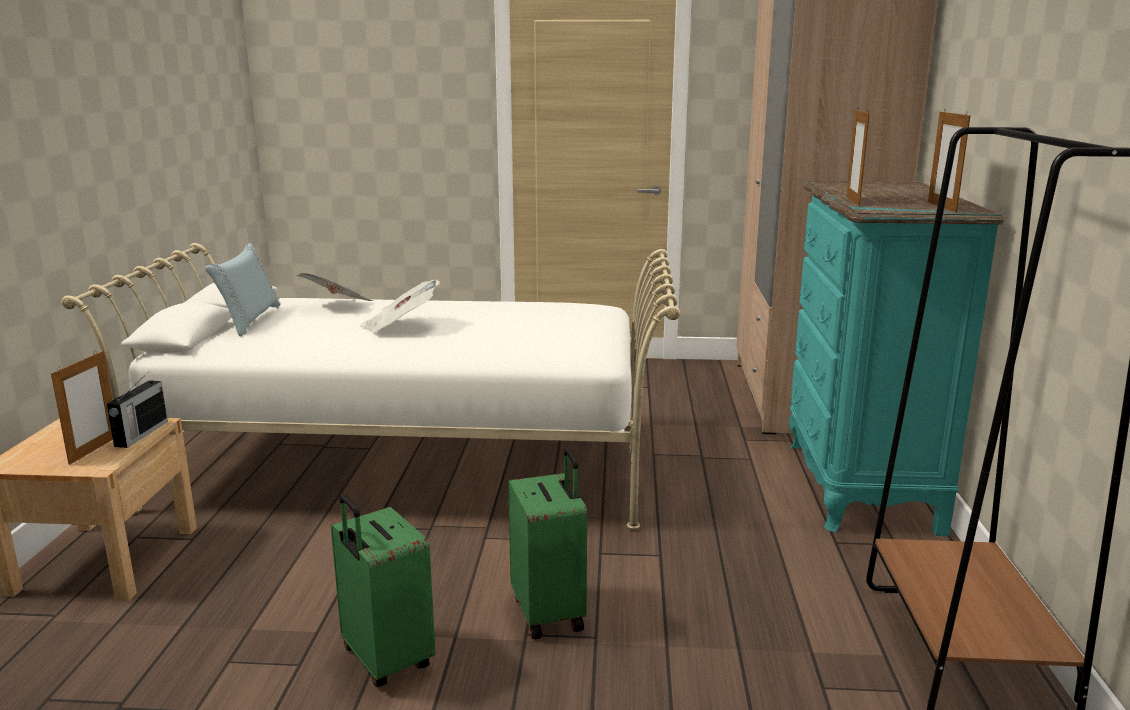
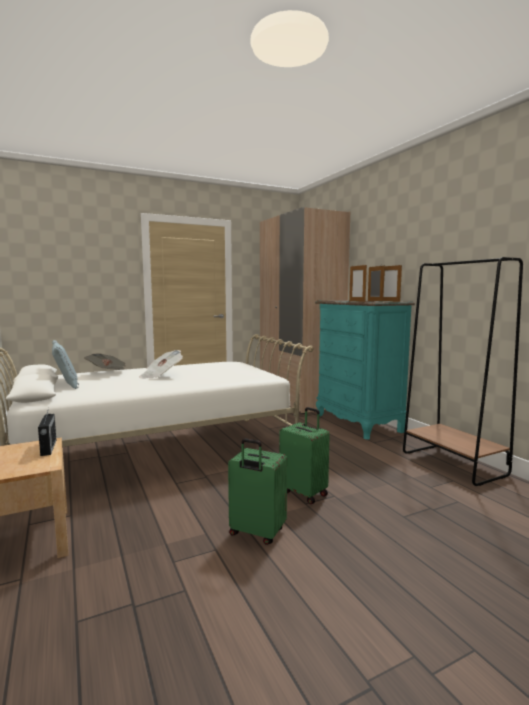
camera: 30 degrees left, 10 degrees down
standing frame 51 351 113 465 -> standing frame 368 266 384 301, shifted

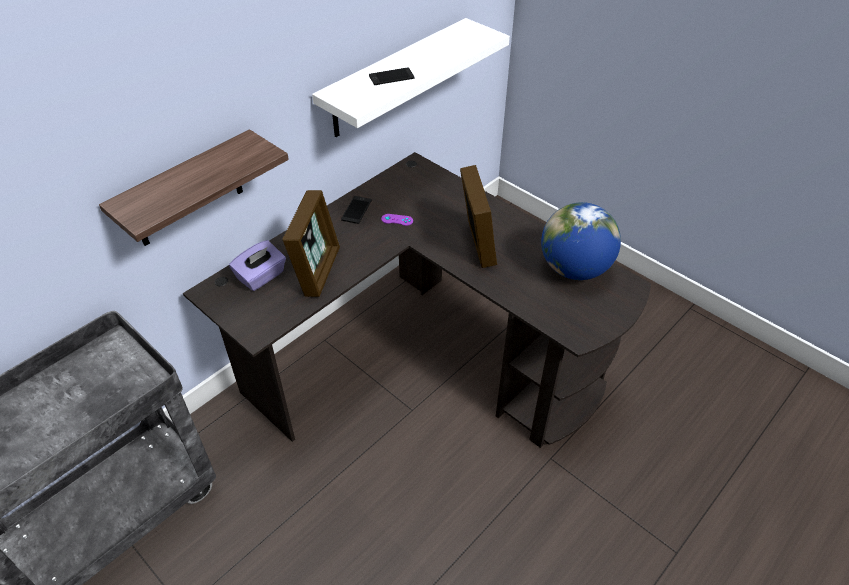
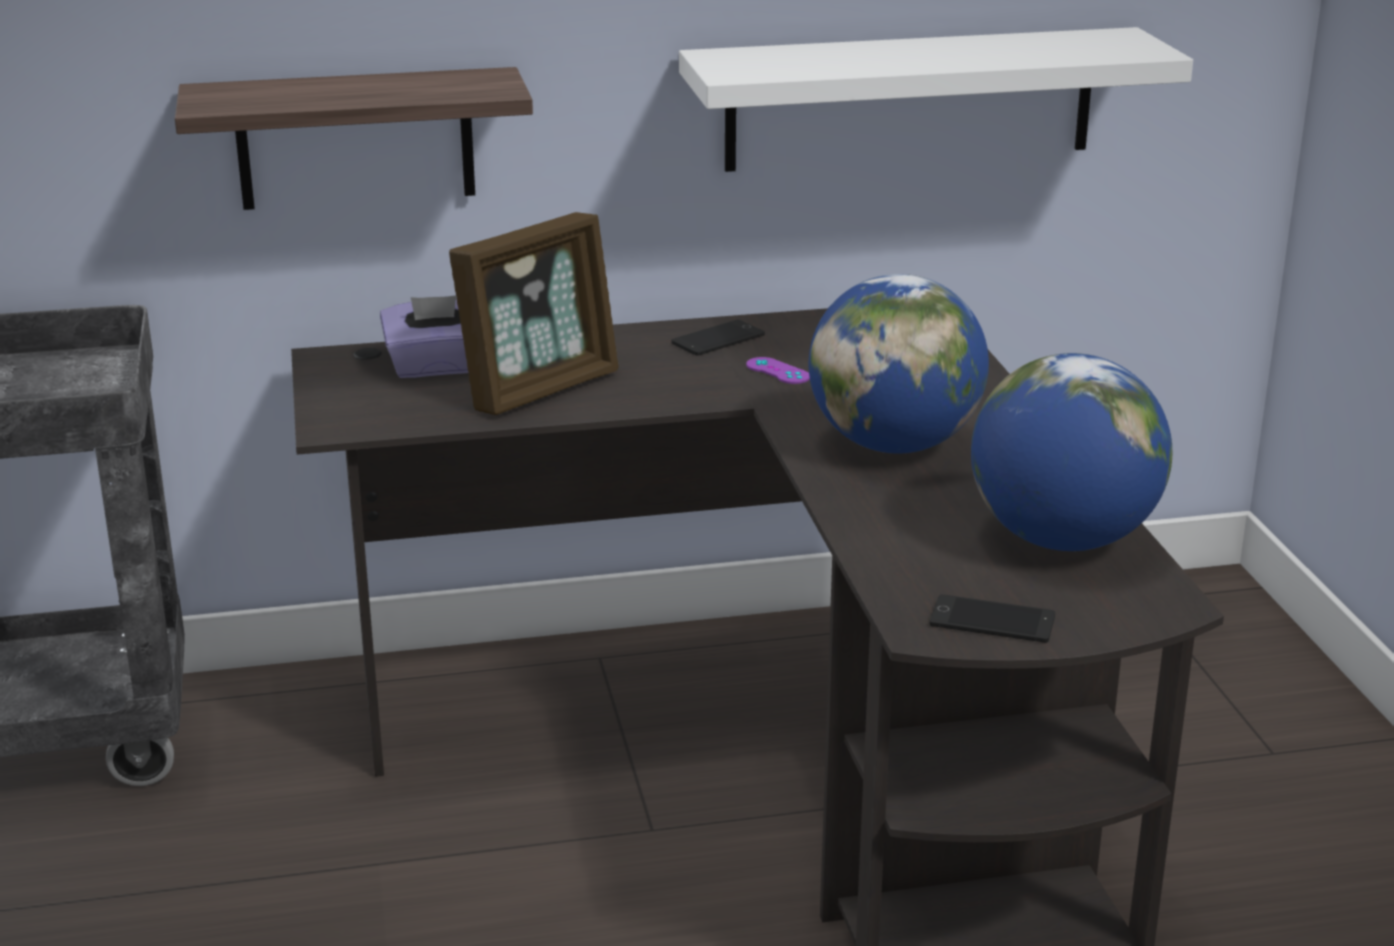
camera: 35 degrees right, 20 degrees down
handset 369 67 414 85 -> handset 930 594 1055 643, shifted
standing frame 460 165 497 268 -> desk globe 809 274 989 454

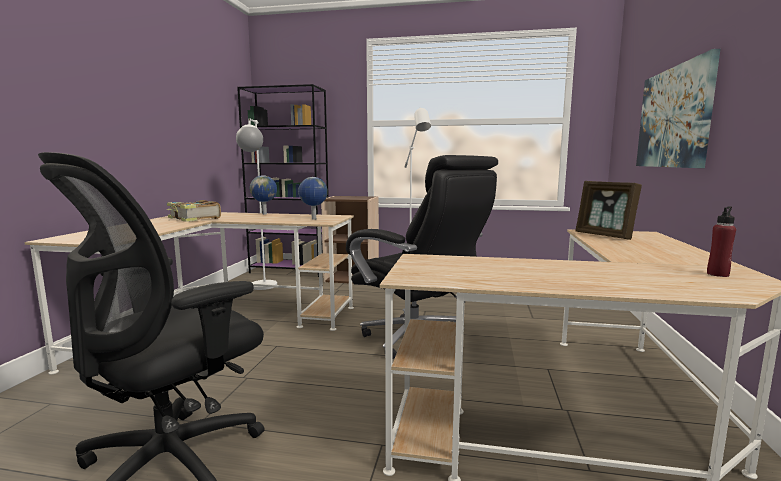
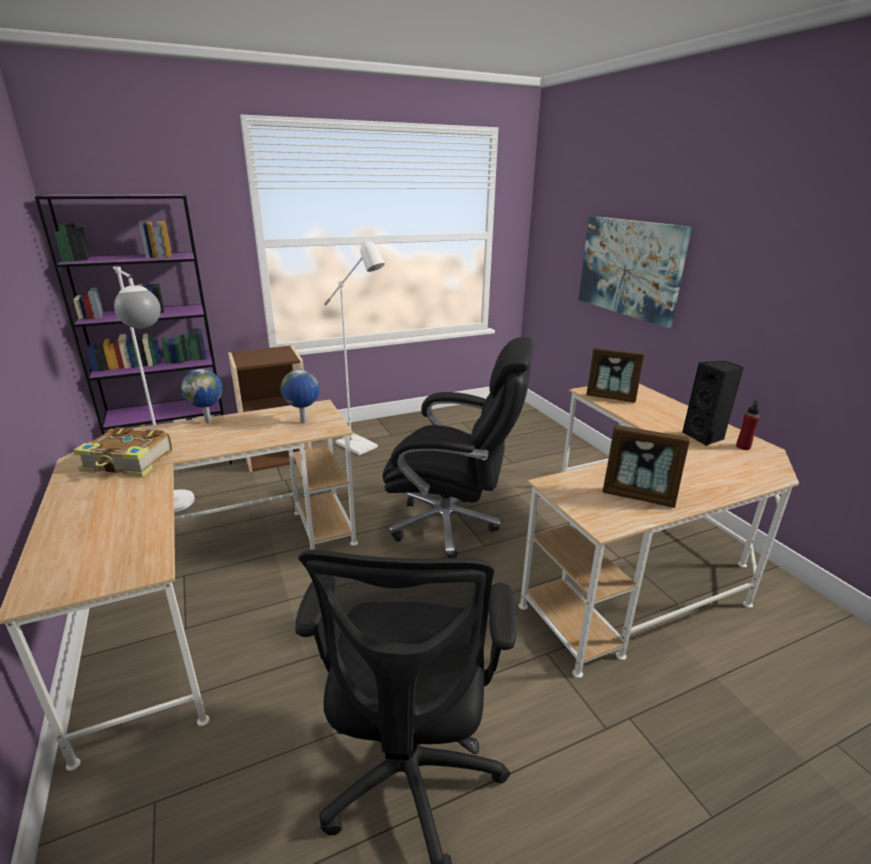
camera: 35 degrees left, 15 degrees up
none -> black speaker 682 361 744 446
none -> standing frame 602 425 690 508

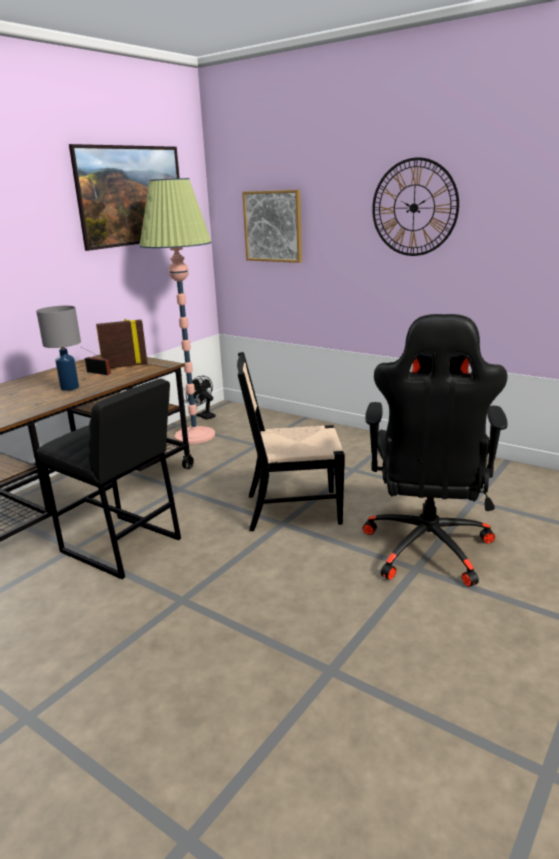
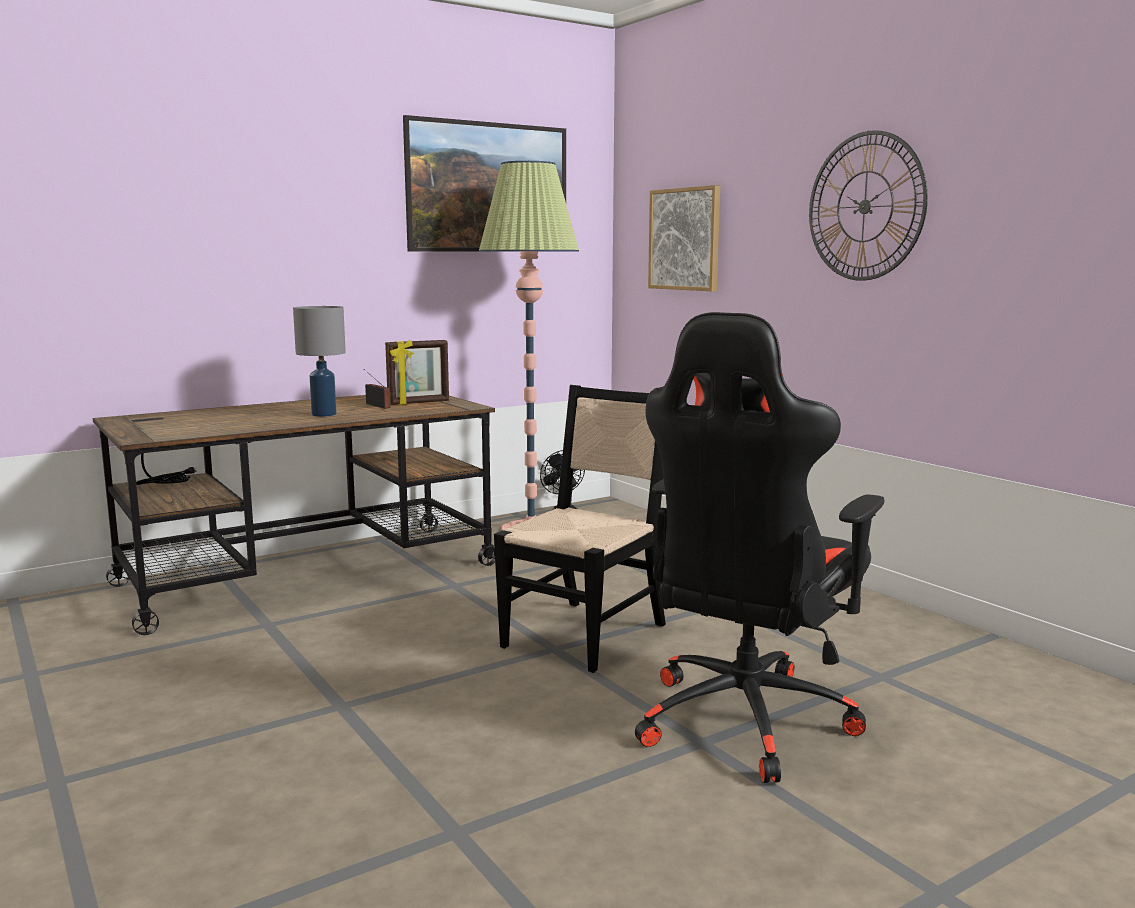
camera: 20 degrees right, 10 degrees down
standing frame 96 319 148 368 -> standing frame 385 340 449 405, 150 degrees clockwise
plain chair 237 352 345 531 -> plain chair 494 385 666 673, 105 degrees clockwise
black stool seat 37 379 181 579 -> none

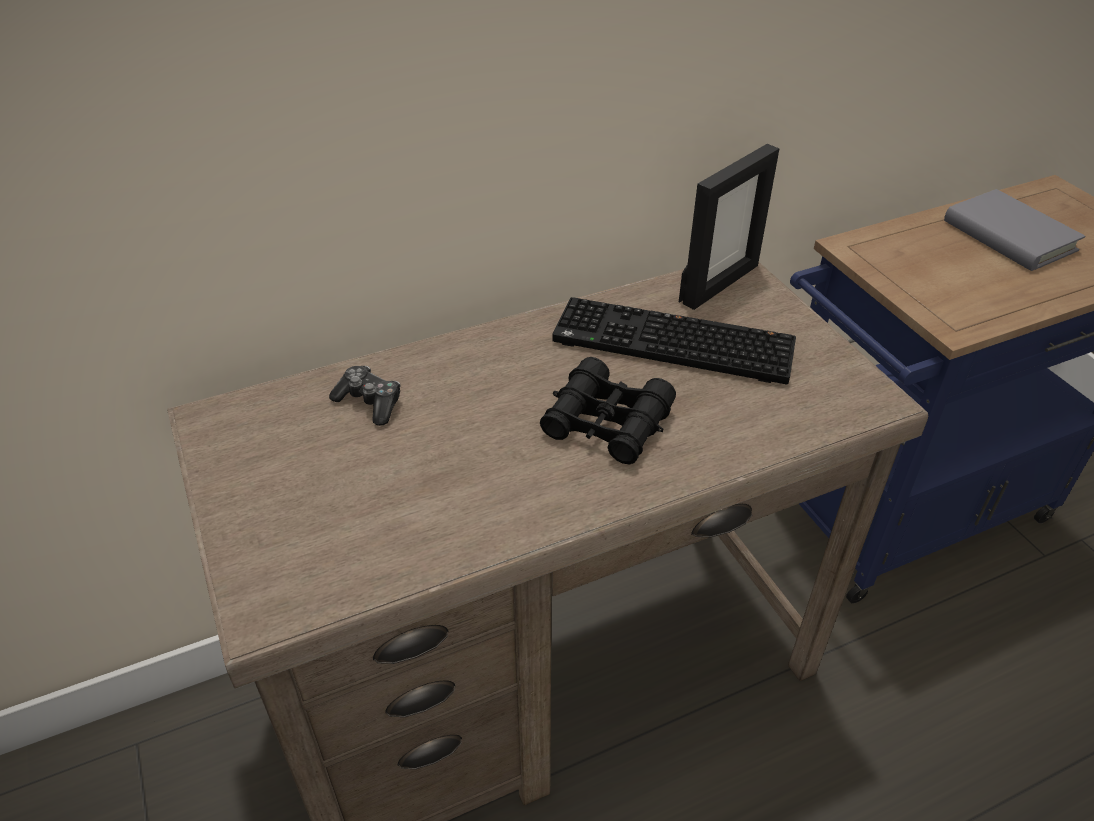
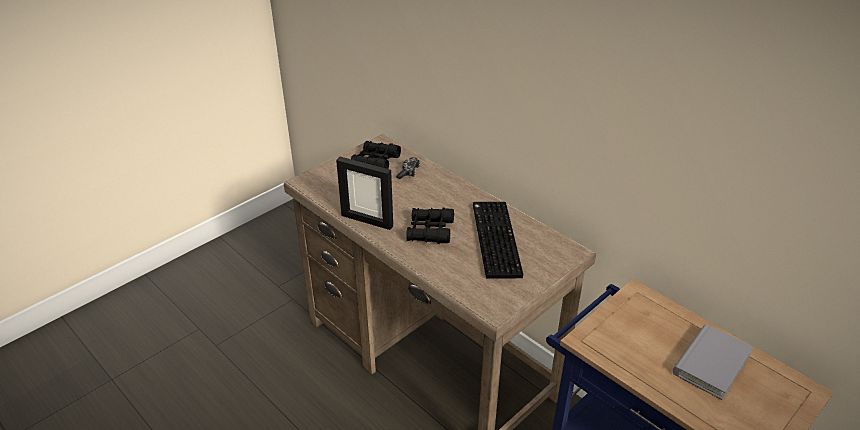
camera: 70 degrees right, 5 degrees down
standing frame 679 144 779 310 -> standing frame 336 157 393 230, shifted
none -> black binoculars 351 141 401 169

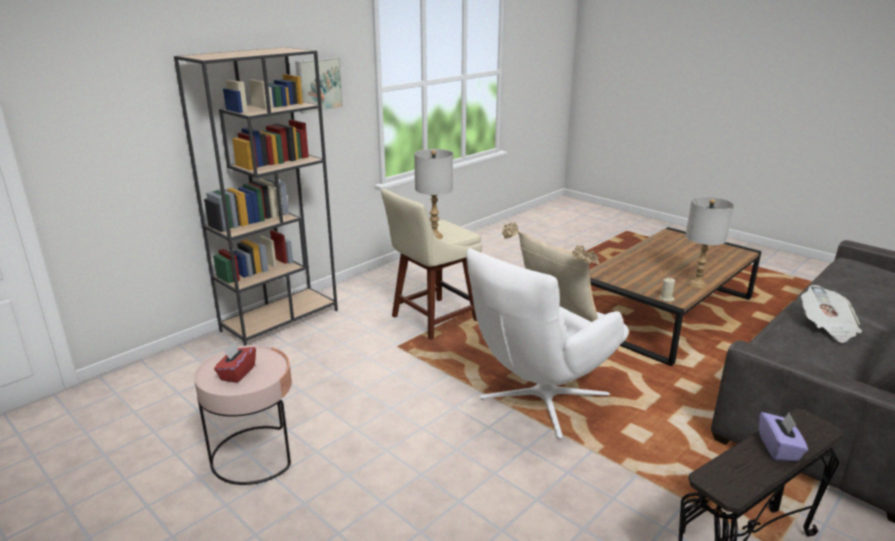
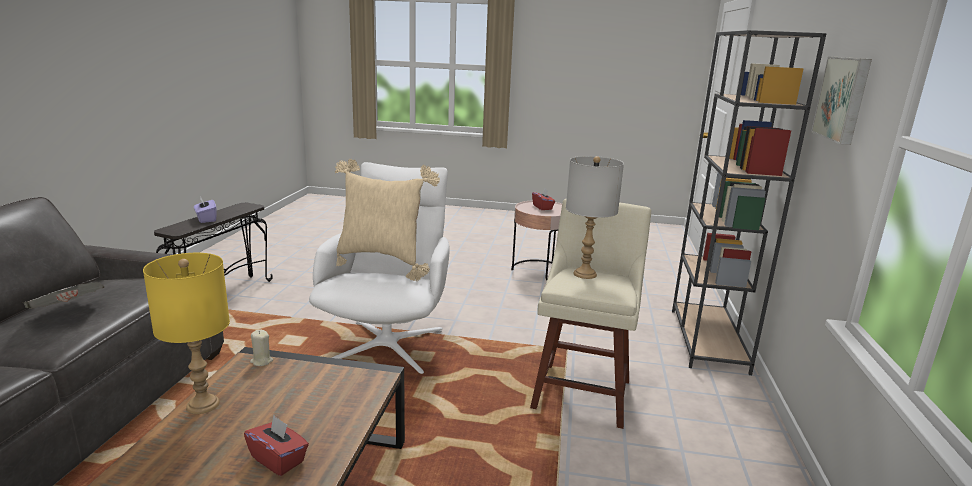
camera: 145 degrees right, 5 degrees down
greyish table lamp 686 197 734 289 -> yellow-coloured table lamp 143 253 230 414
none -> reddish box of tissues 244 415 309 476

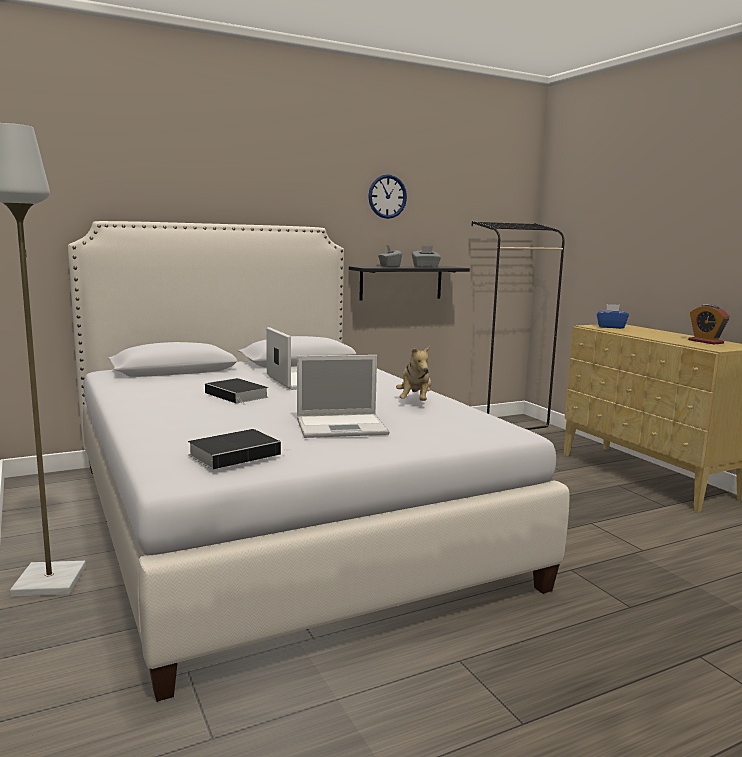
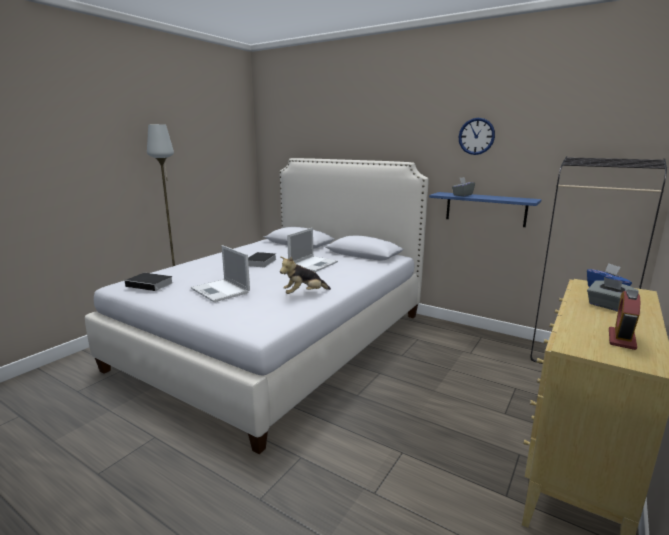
camera: 60 degrees right, 5 degrees up
greyish box of tissues 412 246 441 267 -> greyish box of tissues 587 277 639 312, shifted
black bracket shelf 349 266 470 301 -> blue bracket shelf 429 192 541 227

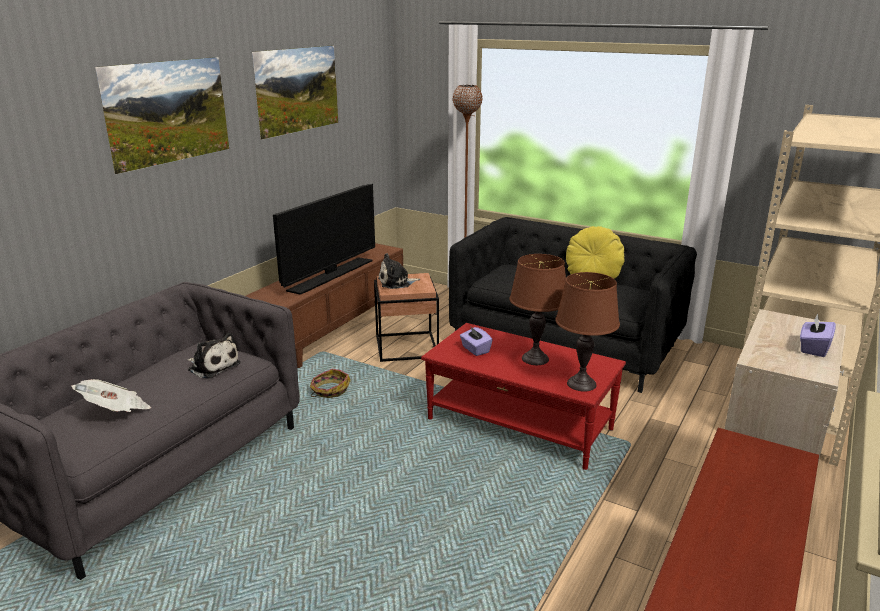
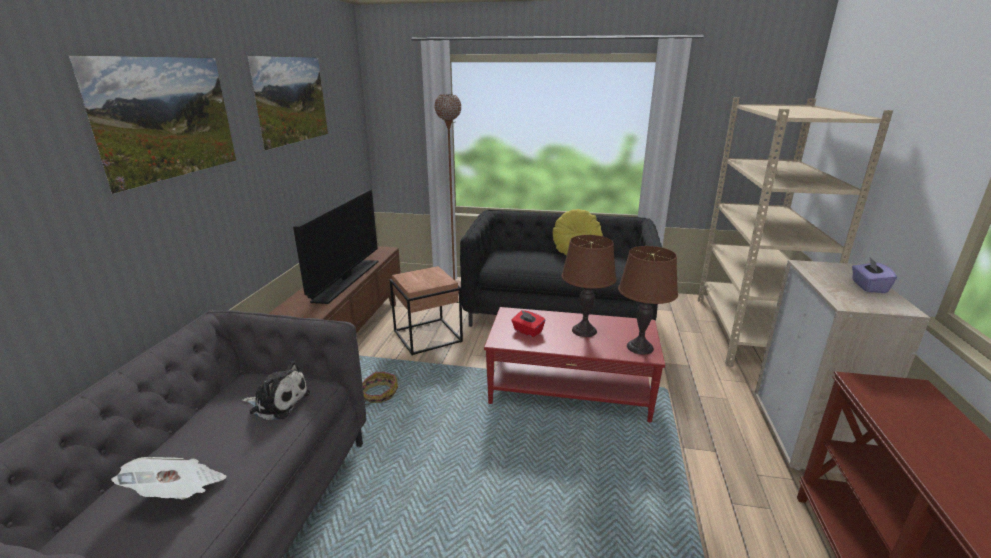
camera: 20 degrees left, 0 degrees up
soft toy 378 253 420 289 -> none
purplish box of tissues 460 326 492 356 -> reddish box of tissues 511 310 545 337

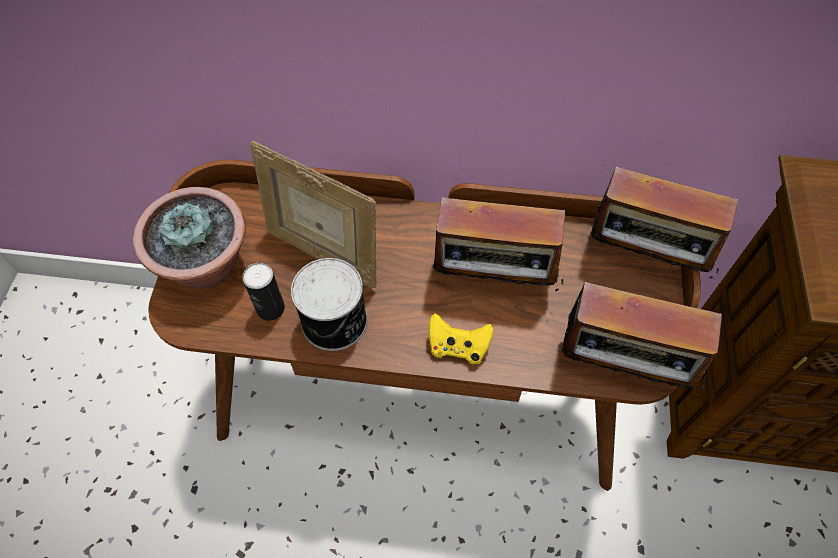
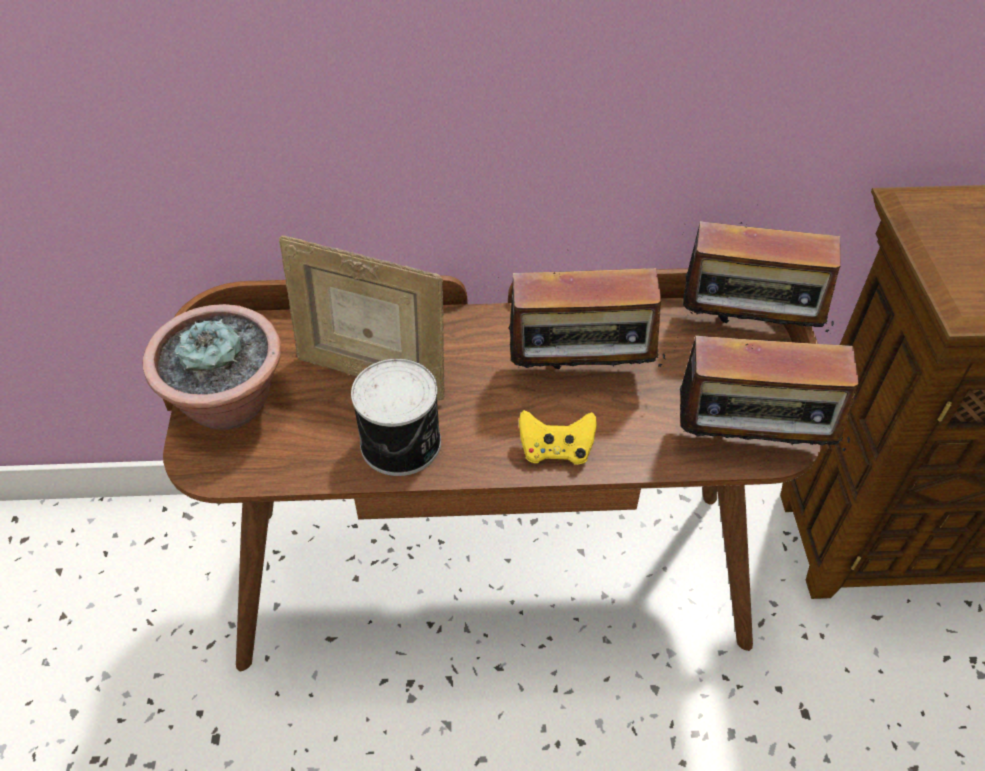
camera: 10 degrees left, 10 degrees down
sealed can 242 263 285 321 -> none

